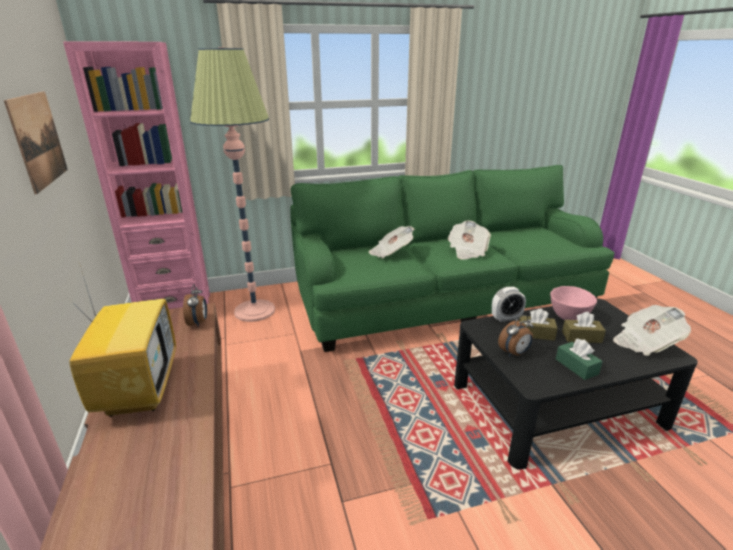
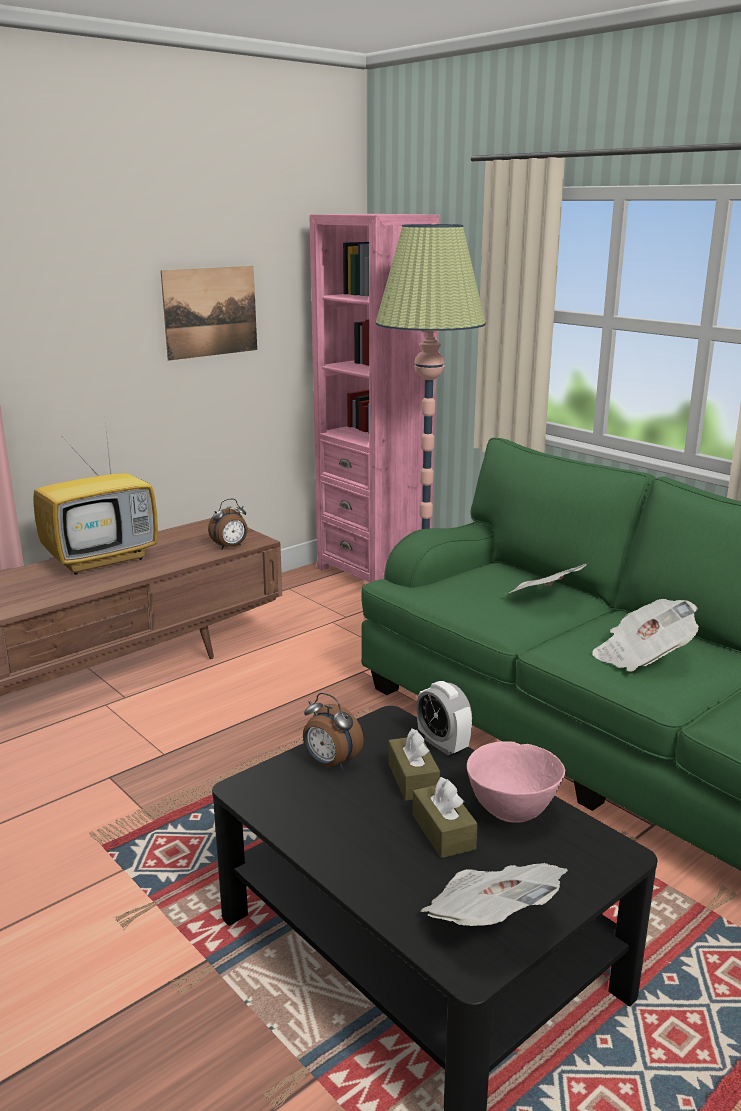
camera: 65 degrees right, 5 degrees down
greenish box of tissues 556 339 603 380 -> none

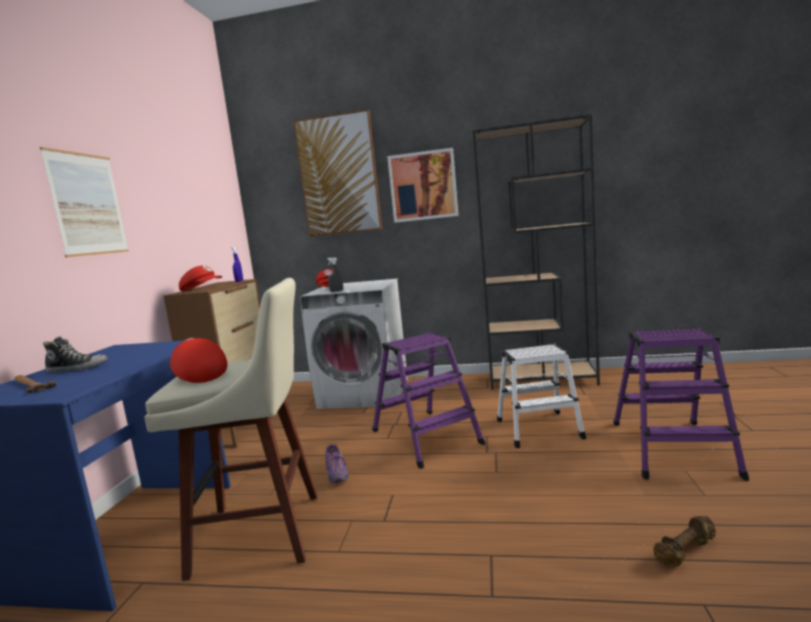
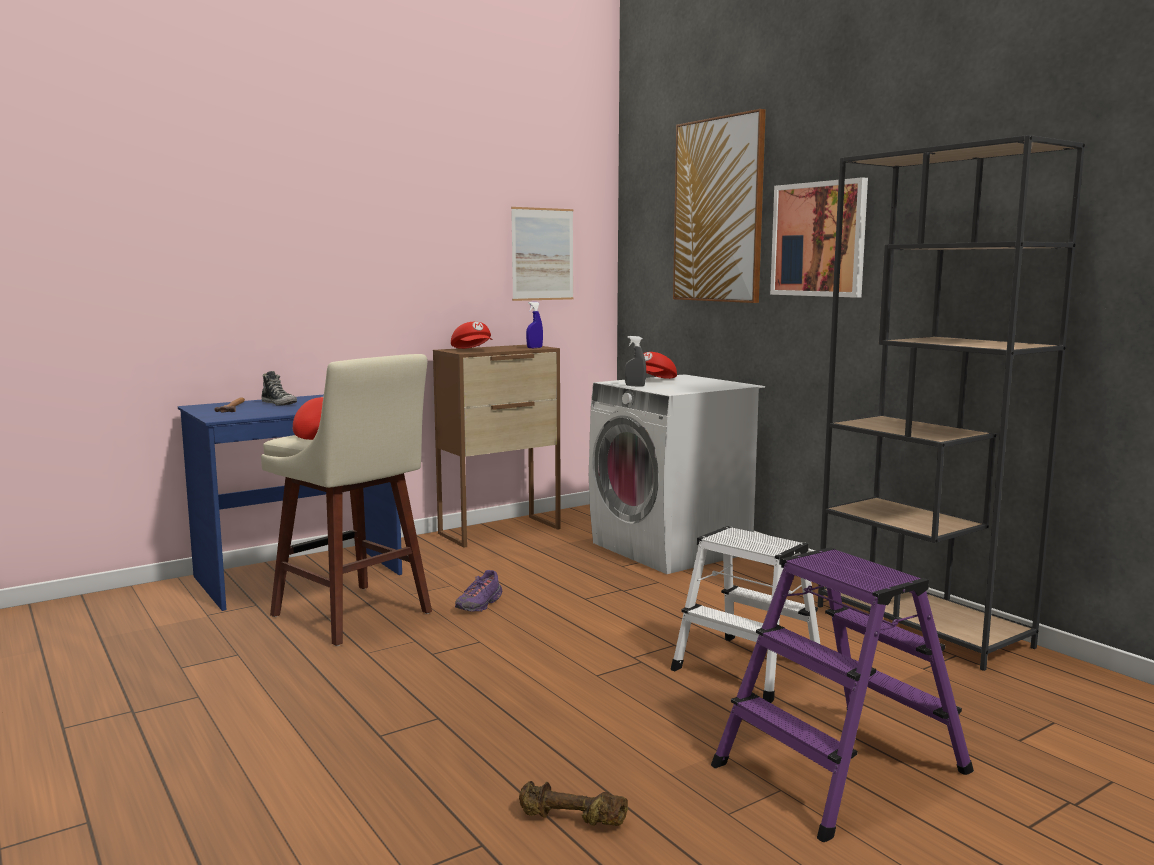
camera: 45 degrees right, 0 degrees up
wall picture 40 147 129 257 -> wall picture 511 207 574 301, shifted
purplish stepladder 372 332 486 469 -> none

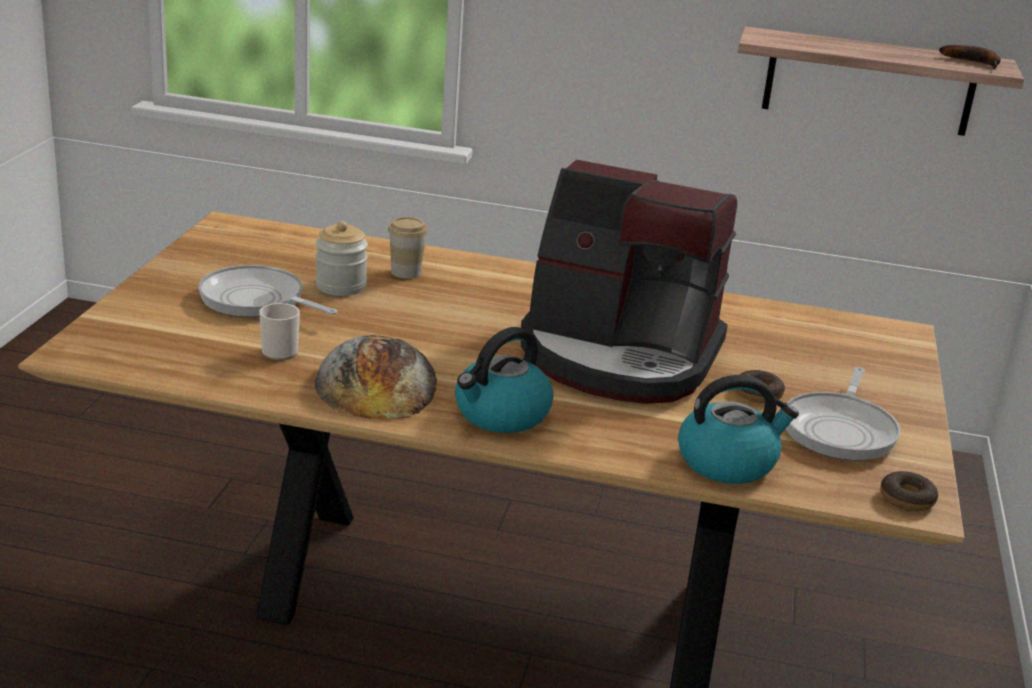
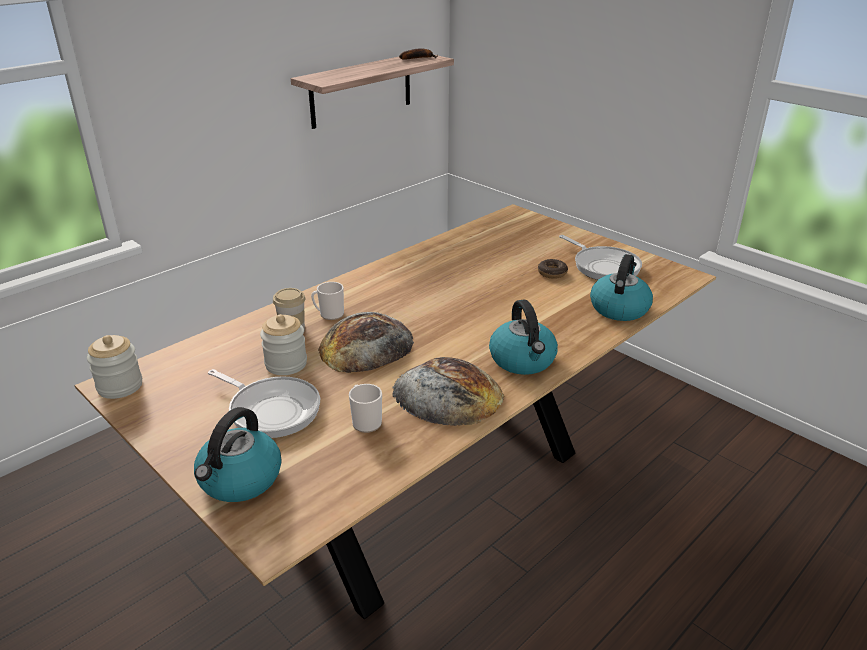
camera: 55 degrees left, 5 degrees up
coffee maker 521 160 737 404 -> none
frying pan 198 265 338 317 -> frying pan 208 369 320 438, 120 degrees counterclockwise
doughnut 880 471 938 511 -> none
none -> tea mug 311 282 344 320
none -> bread 318 312 414 373
none -> jar 87 335 142 399
none -> kettle 194 407 282 502

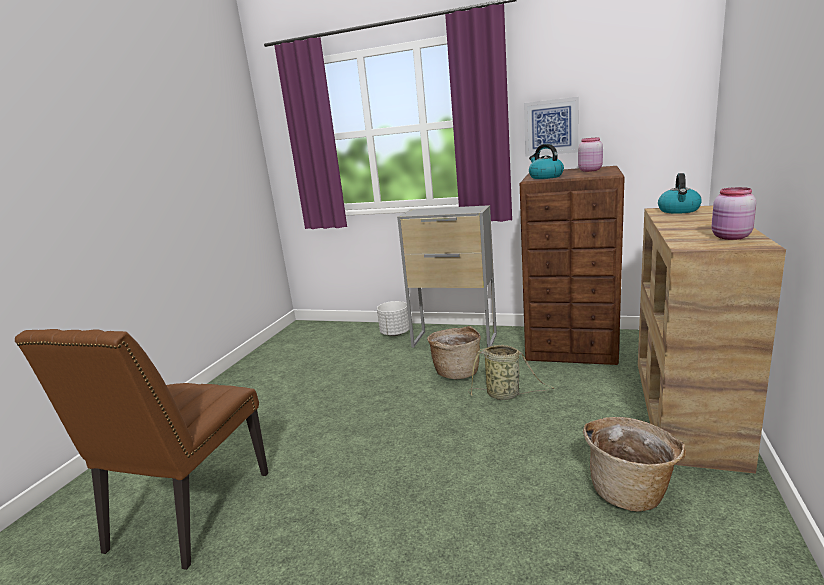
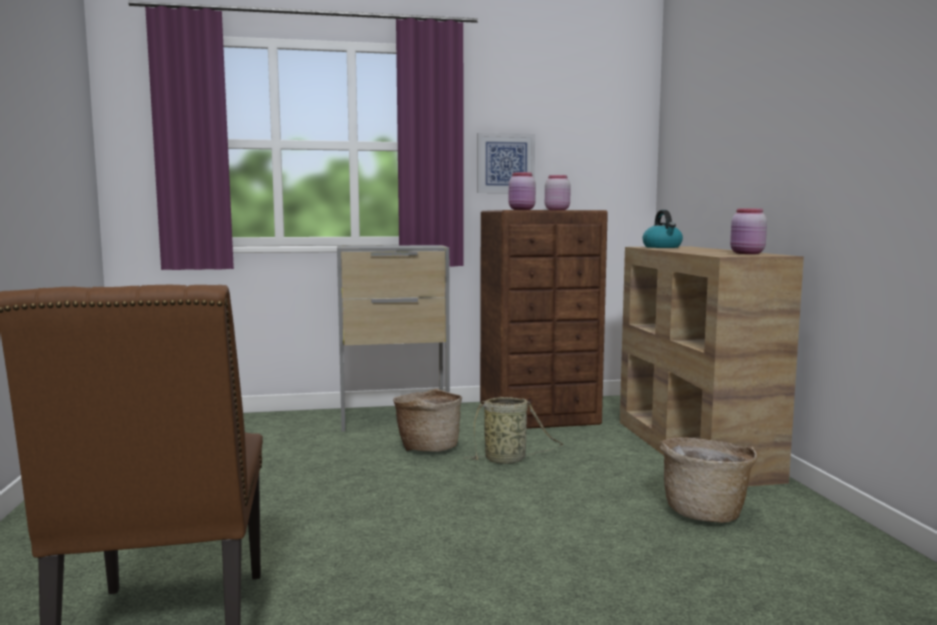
camera: 30 degrees left, 10 degrees down
kettle 529 144 564 179 -> pink-coloured jar 509 172 536 210
white flower pot 377 301 409 336 -> none

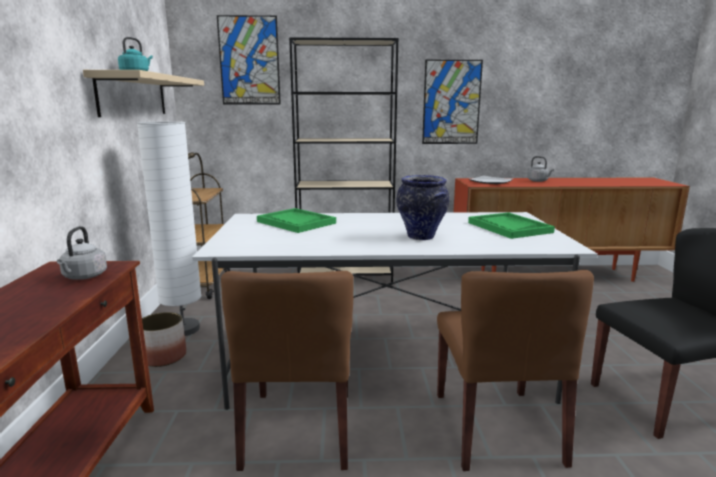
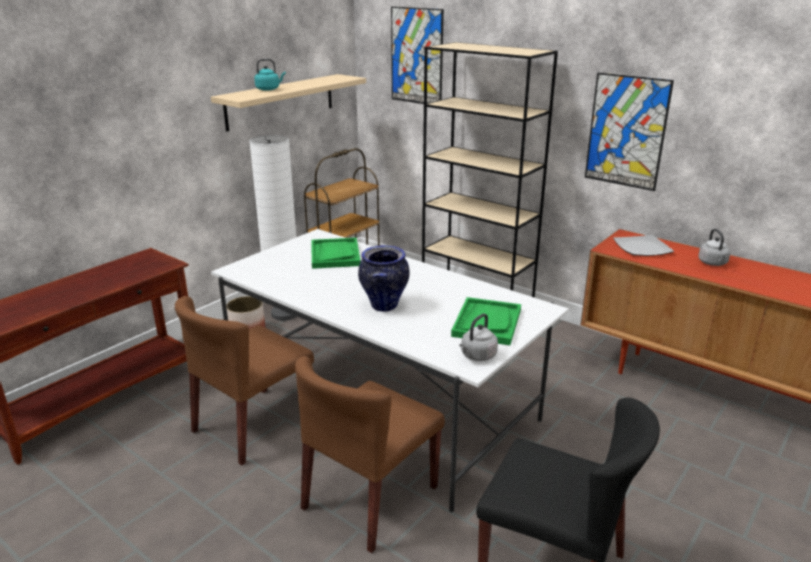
camera: 40 degrees right, 10 degrees up
greyish kettle 57 226 107 280 -> greyish kettle 459 314 498 361, shifted

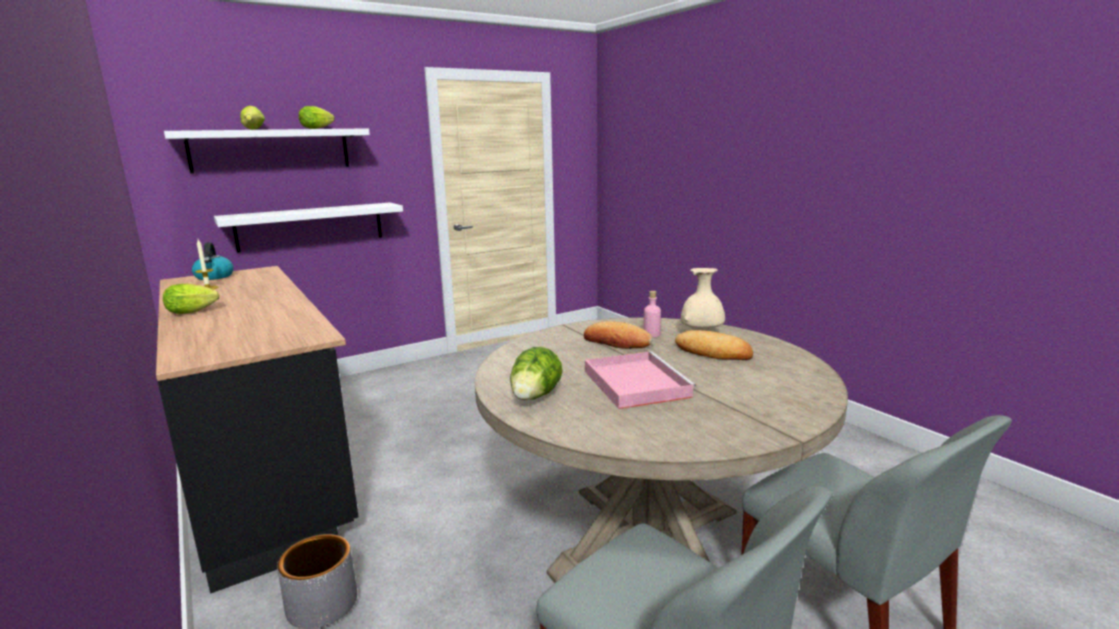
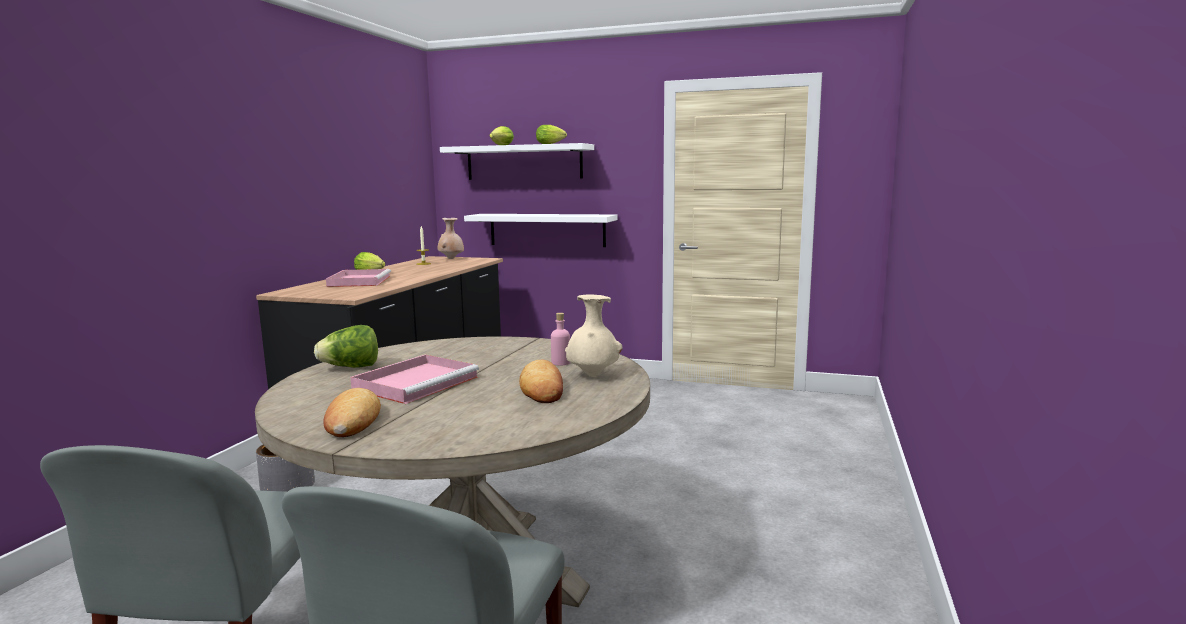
camera: 50 degrees right, 5 degrees down
kettle 192 242 233 280 -> beige-coloured vase 437 218 464 259
bread 584 321 653 349 -> bread 323 388 381 437, shifted
none -> pink-coloured tray 326 269 391 287

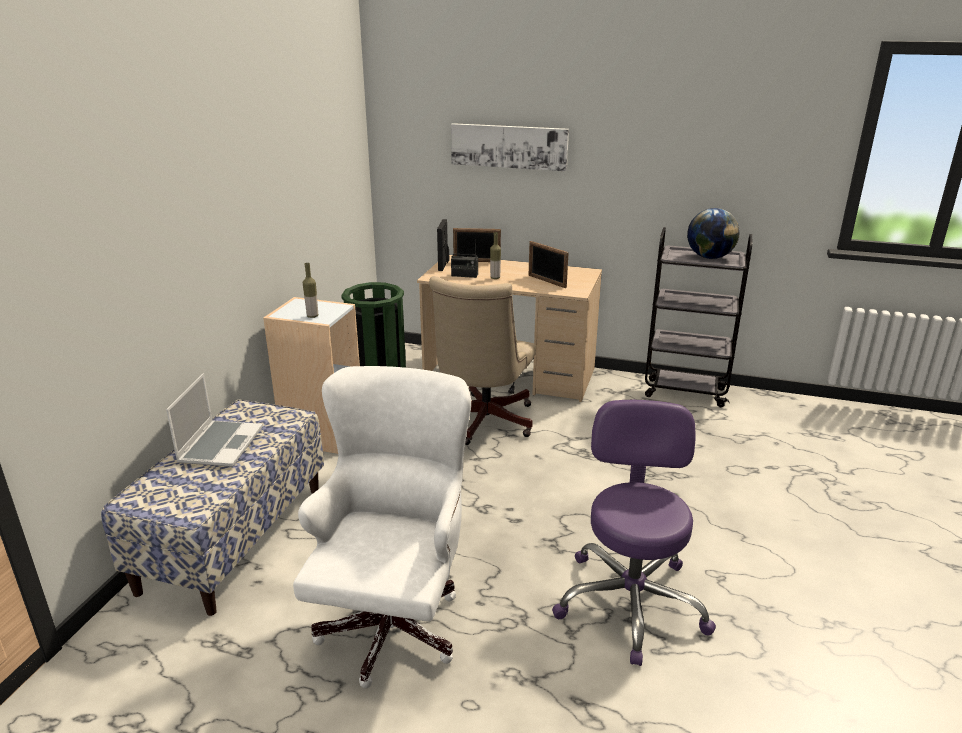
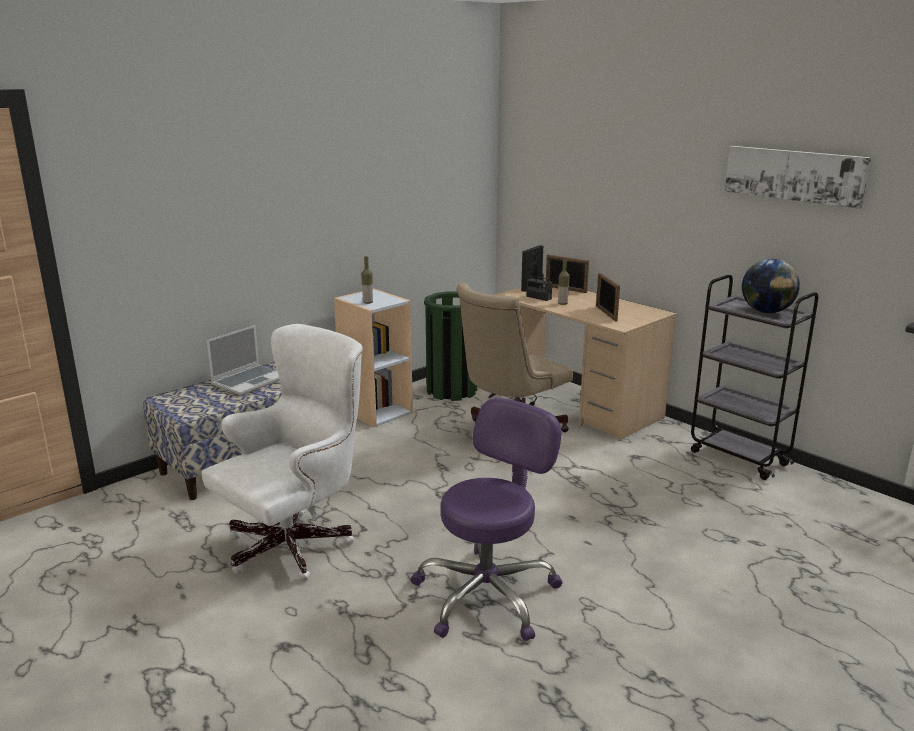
camera: 30 degrees right, 5 degrees down
wall picture 451 123 569 171 -> wall picture 725 146 871 209, shifted

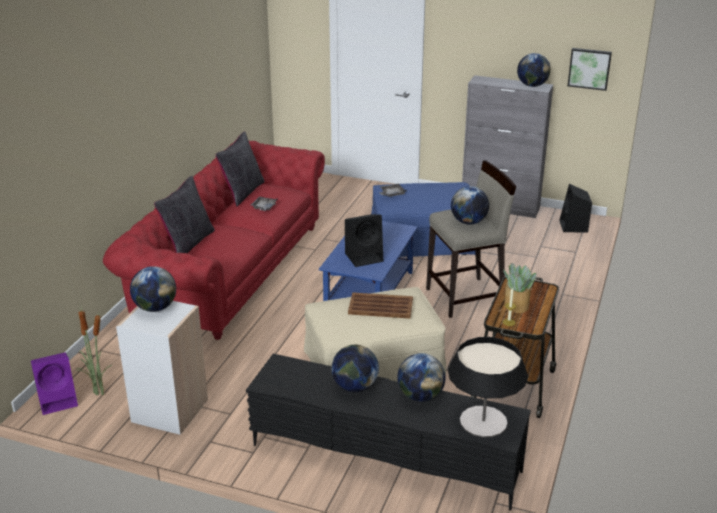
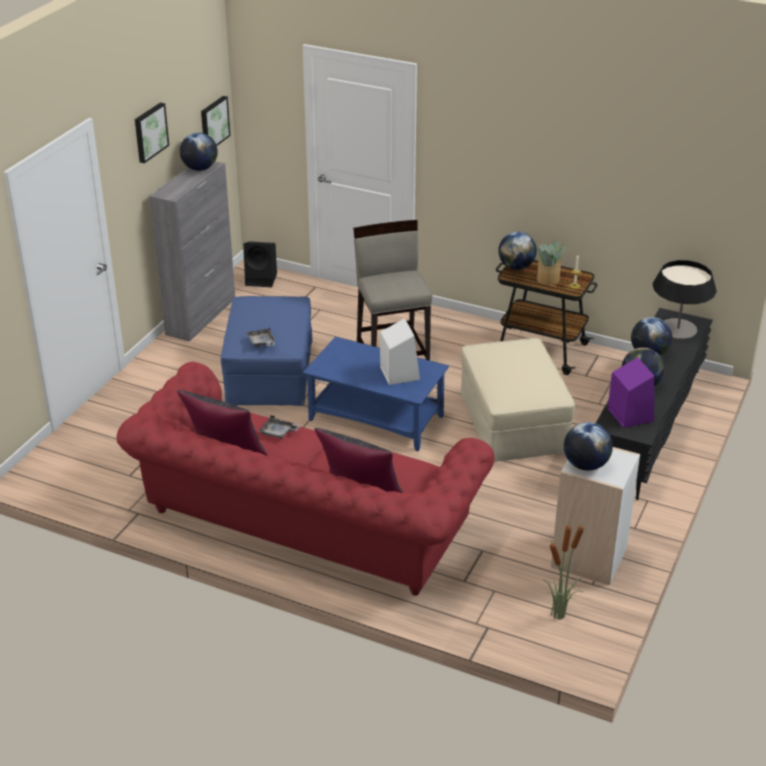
camera: 85 degrees left, 5 degrees up
desk globe 451 186 489 224 -> desk globe 498 232 537 270, shifted
black speaker 345 214 383 267 -> white speaker 380 318 420 385
brown-coloured tray 348 292 413 319 -> none
purplish speaker 31 352 78 415 -> purplish speaker 608 357 654 428, shifted
none -> wall picture 135 103 169 163

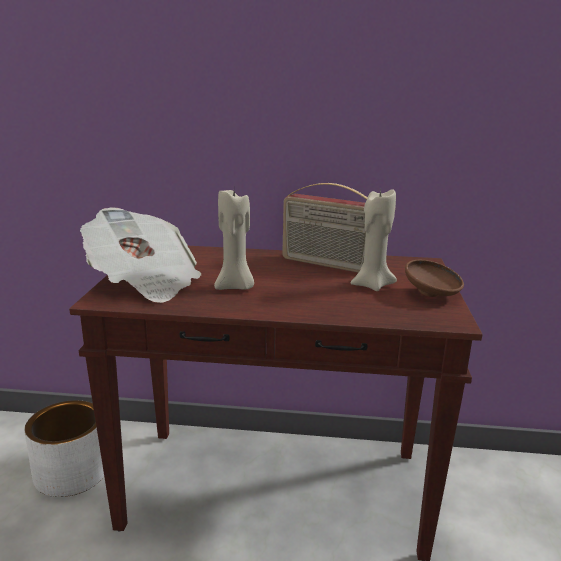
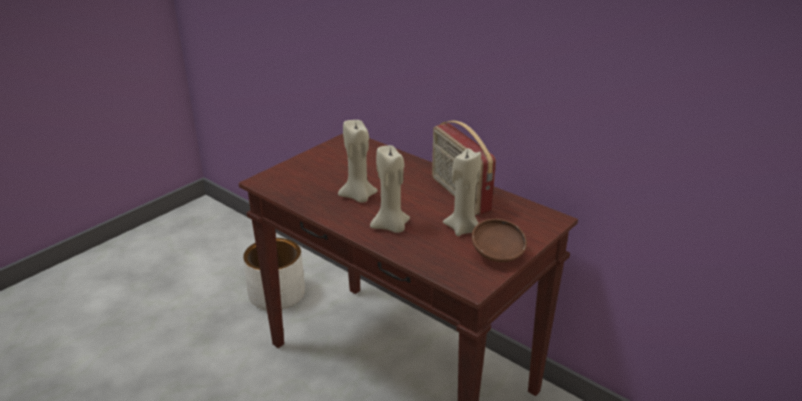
camera: 35 degrees right, 10 degrees up
printed paper 80 208 202 303 -> none
none -> beige-coloured wax candle 370 145 410 233

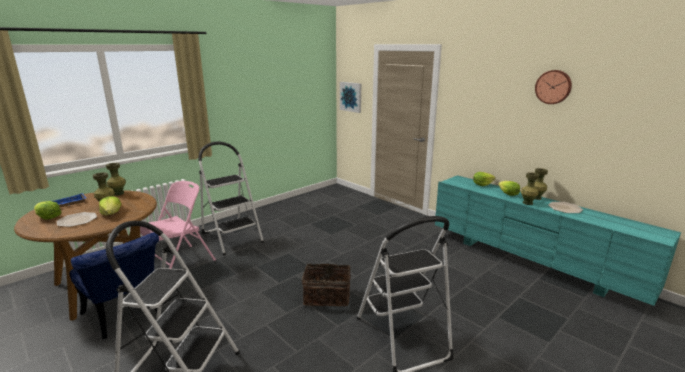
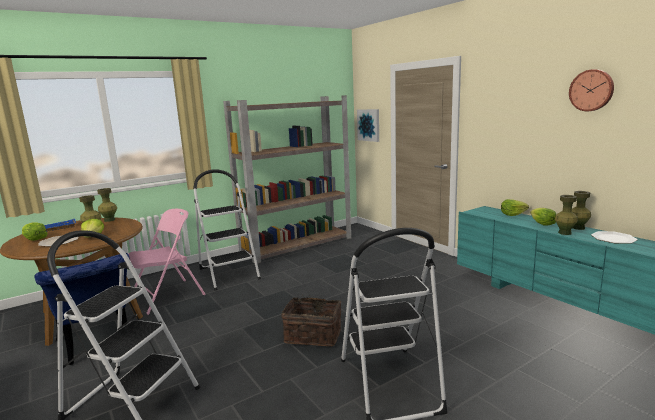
camera: 10 degrees right, 5 degrees down
none -> brown-coloured bookcase 223 95 351 264

